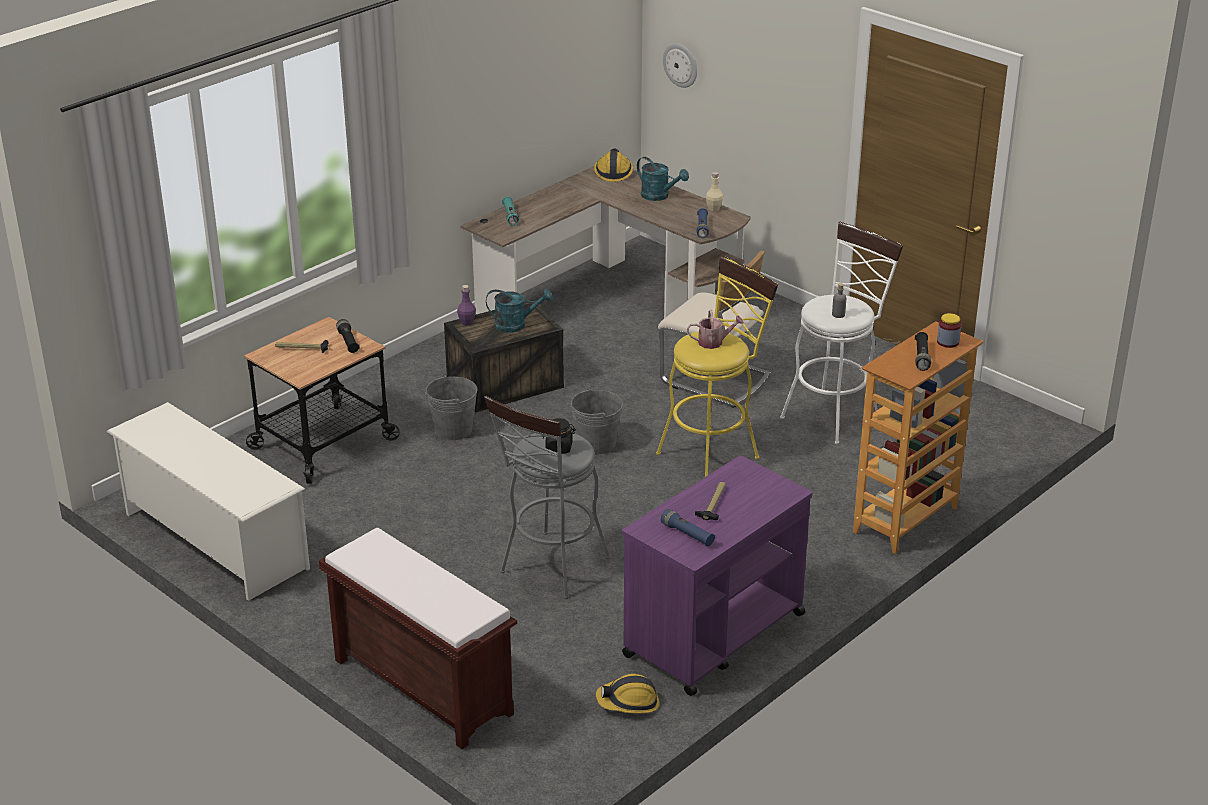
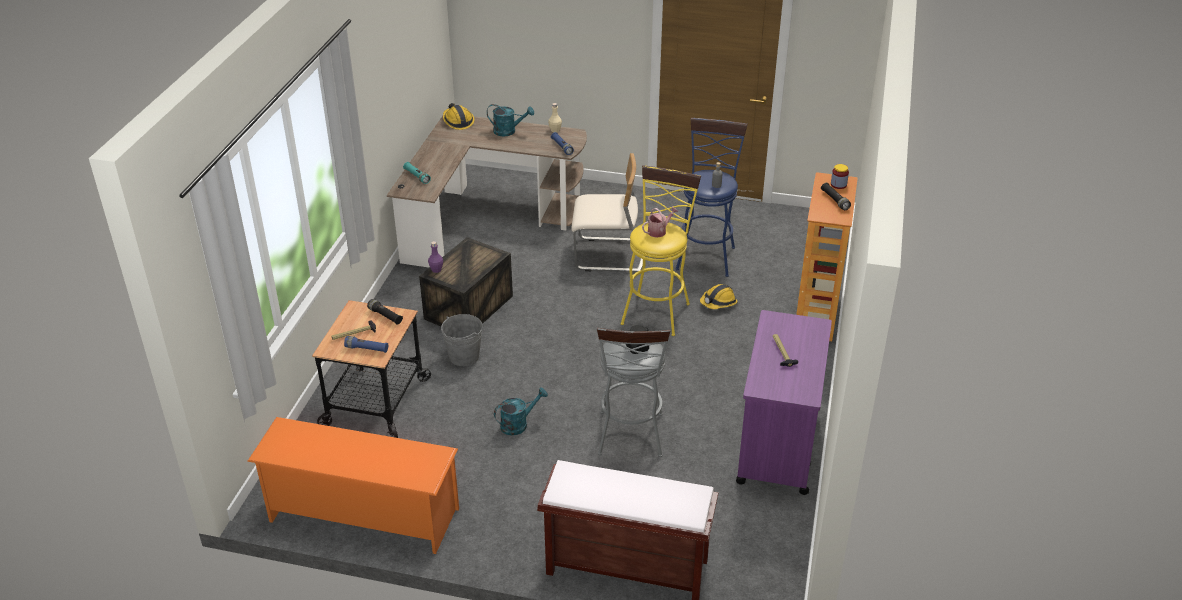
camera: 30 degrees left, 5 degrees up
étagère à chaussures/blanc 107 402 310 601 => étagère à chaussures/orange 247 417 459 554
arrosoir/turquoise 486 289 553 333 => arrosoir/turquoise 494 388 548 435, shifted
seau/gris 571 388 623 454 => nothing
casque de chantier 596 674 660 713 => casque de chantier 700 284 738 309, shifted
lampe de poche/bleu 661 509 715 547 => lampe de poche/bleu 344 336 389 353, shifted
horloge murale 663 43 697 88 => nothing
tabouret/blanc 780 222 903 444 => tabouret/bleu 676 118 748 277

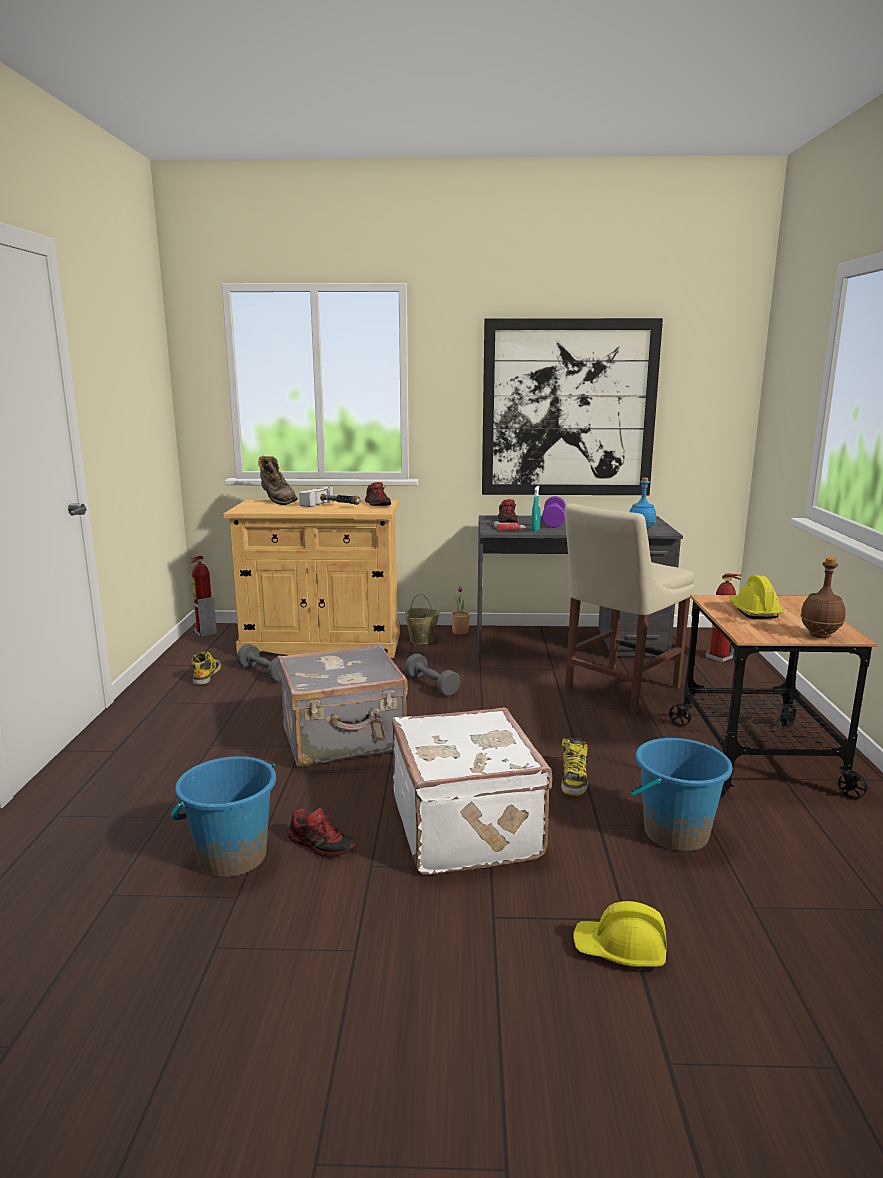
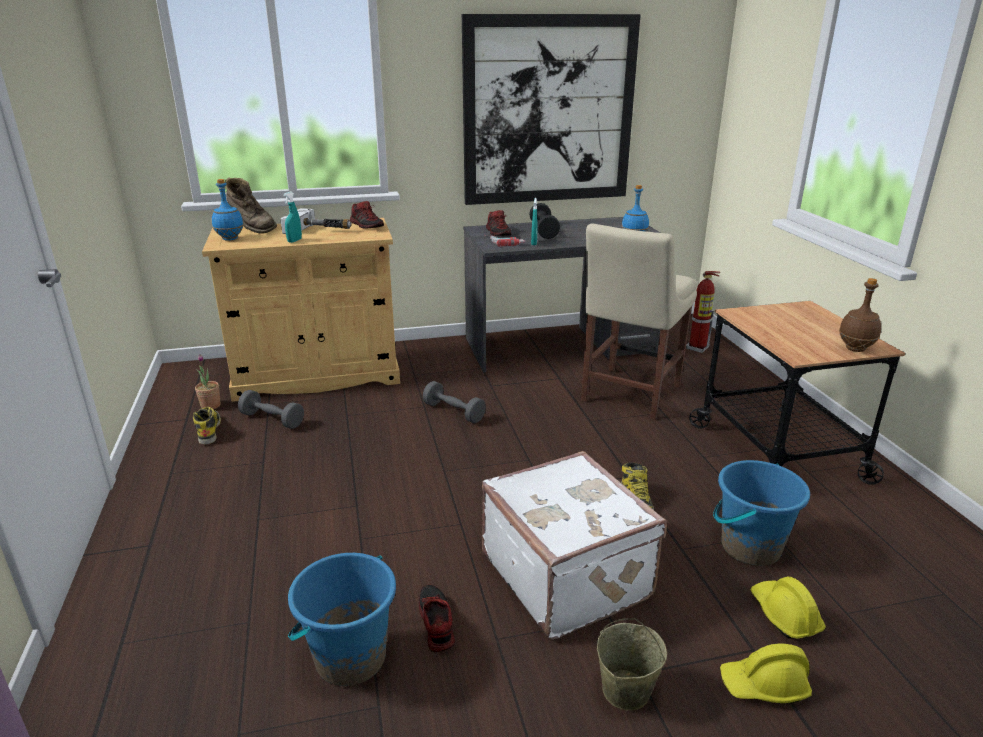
camera: 15 degrees left, 10 degrees up
extincteur 190 556 217 637 => nothing
valise/gris 278 643 408 767 => nothing
chaussure 287 808 356 857 => chaussure 419 584 455 652, 120 degrees counterclockwise
seau/beige 404 594 440 644 => seau/beige 597 618 667 711, shifted
plante en pot 451 586 470 635 => plante en pot 195 354 220 409, shifted
haltère/violet 542 496 566 528 => haltère/noir 529 203 560 239
casque de chantier/jaune 728 575 783 619 => casque de chantier/jaune 750 576 826 639, shifted
nothing => bouteille/bleu 212 179 244 241
nothing => vaporisateur/turquoise 283 192 302 243

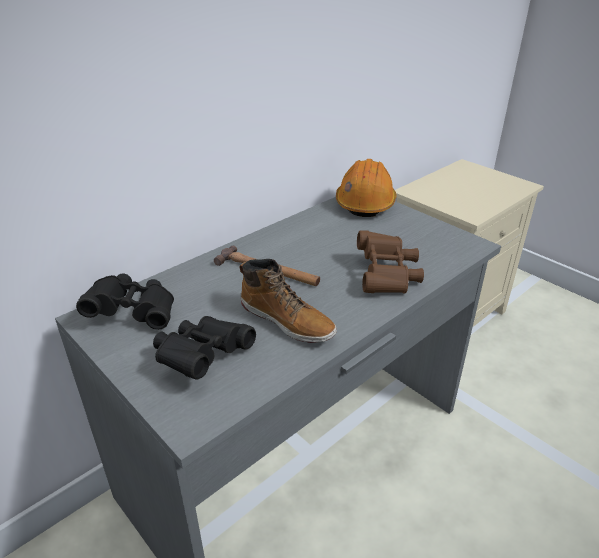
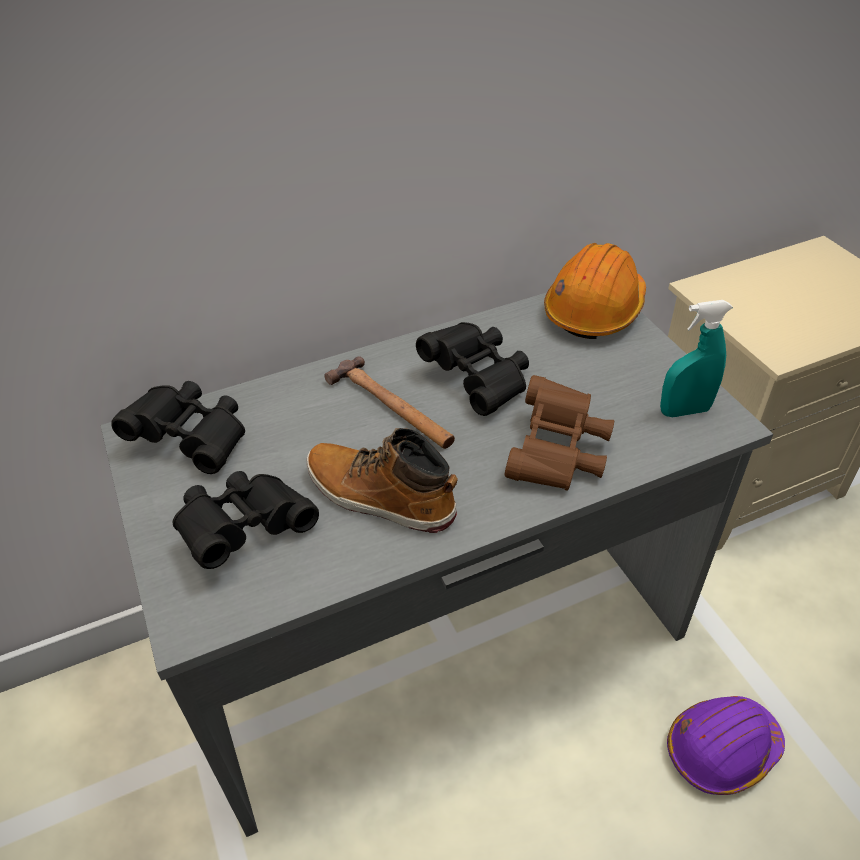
camera: 20 degrees right, 10 degrees up
botte 239 259 337 343 => botte 307 428 458 533, 150 degrees clockwise
nothing => jumelles/noir 416 322 529 416
nothing => vaporisateur/turquoise 660 300 733 417
nothing => casque de chantier/violet 667 696 785 795

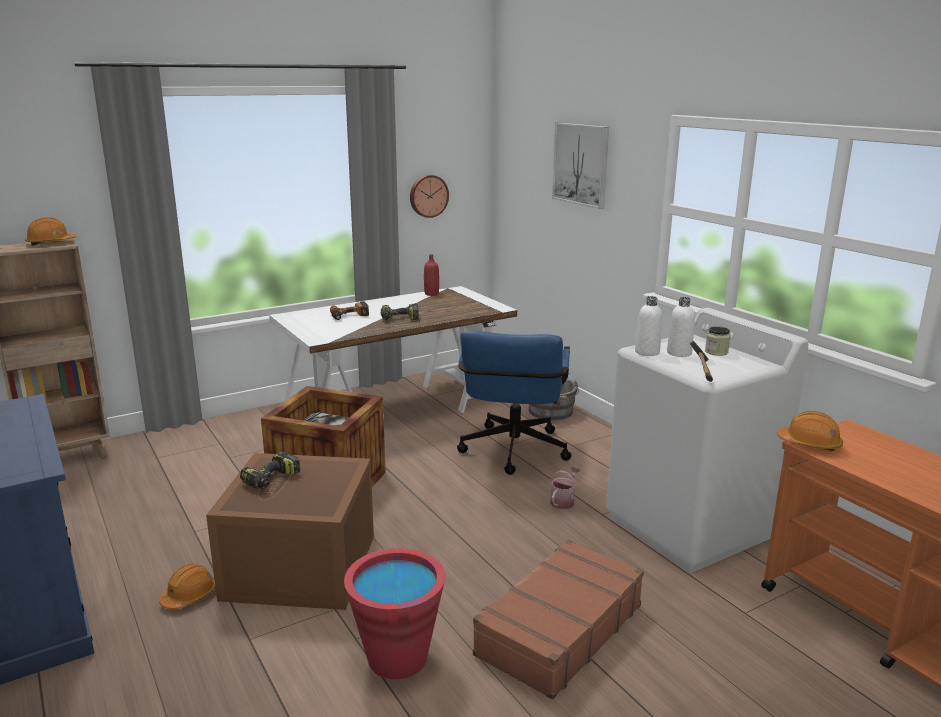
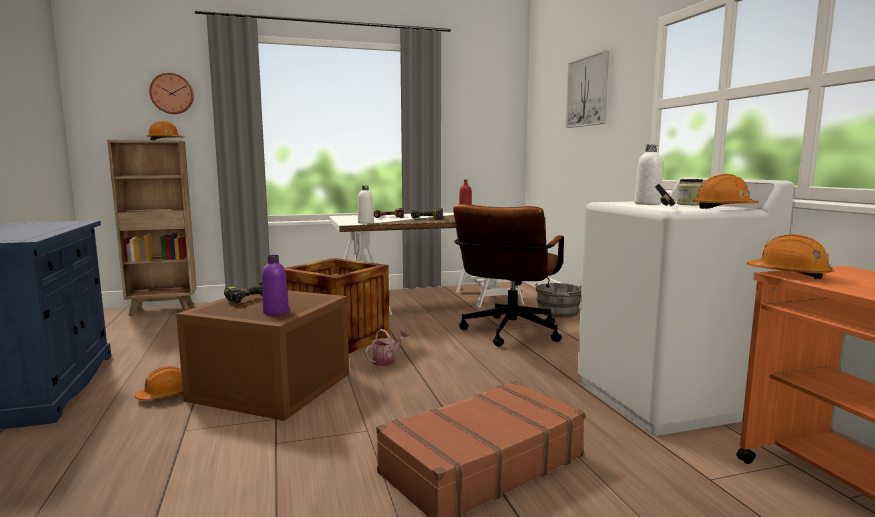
camera: 15 degrees right, 10 degrees down
seau/rouge 344 548 445 679 => nothing
horloge murale 410 175 449 218 => horloge murale 149 73 194 114, shifted
chaise de bureau/bleu 457 331 572 475 => chaise de bureau/marron 453 204 564 347
arrosoir 550 466 580 509 => arrosoir 365 329 408 366, shifted
bouteille/blanc 635 296 662 356 => bouteille/blanc 358 185 374 224, shifted
nothing => bouteille/violet 262 255 289 316
nothing => casque de chantier/orange 693 174 759 209

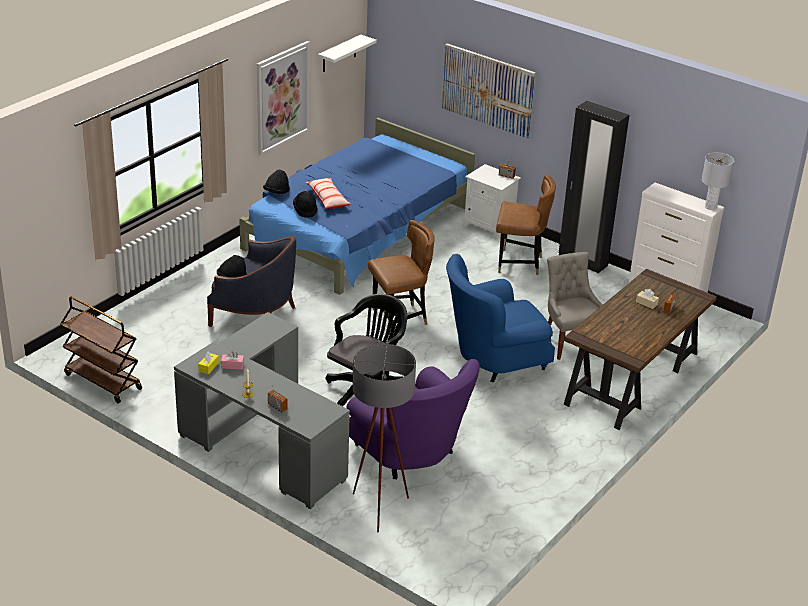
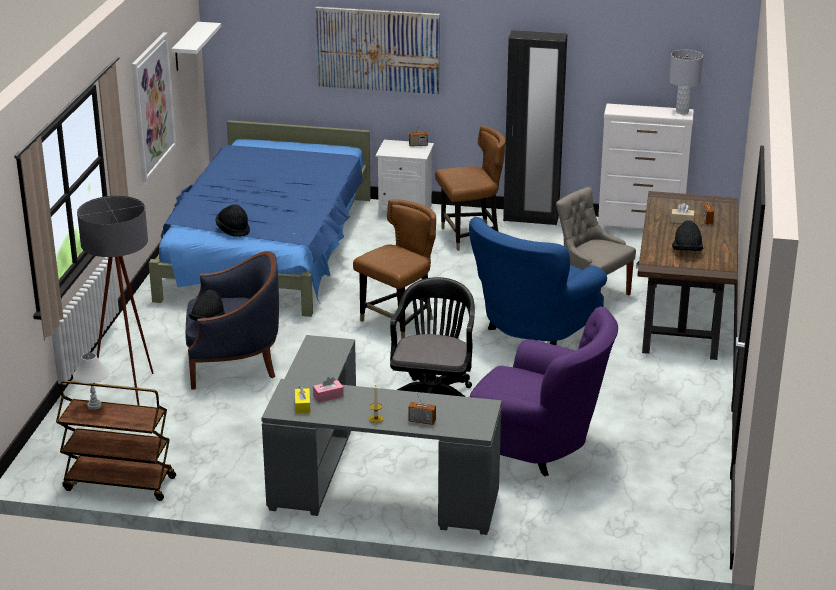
camera: 25 degrees left, 5 degrees down
chapeau/noir 263 170 290 194 => chapeau/noir 672 220 703 251, shifted
coussin 305 178 351 209 => nothing
lampadaire/gris 353 344 416 532 => lampadaire/gris 77 196 154 406, shifted
nothing => lampe de table/blanc 73 353 109 410

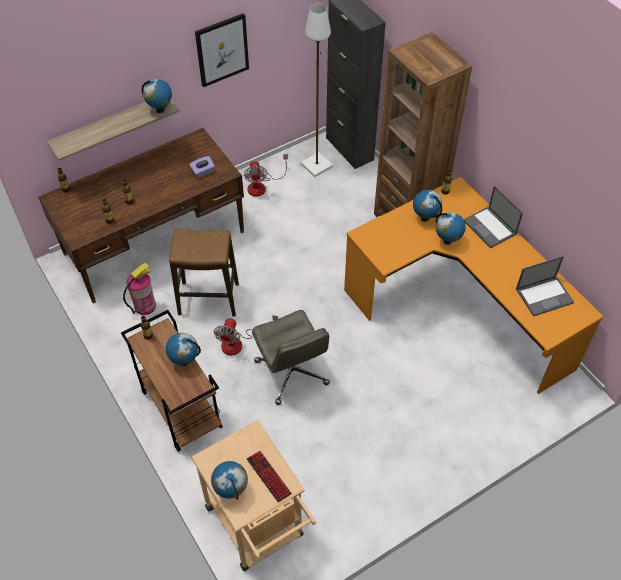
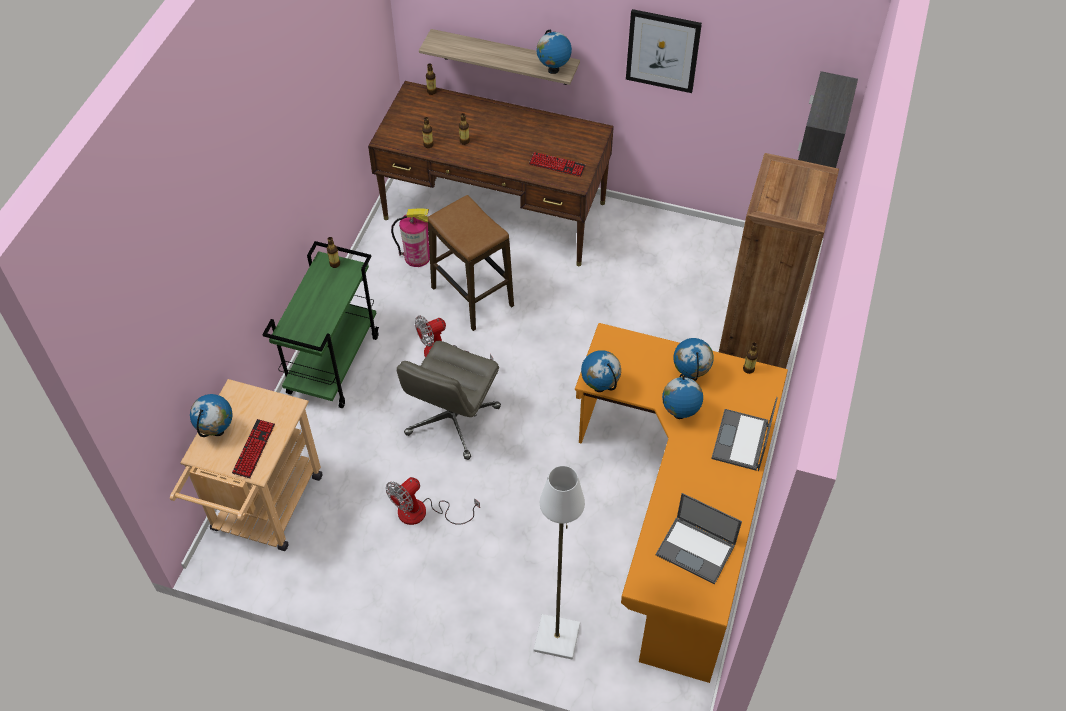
camera: 50 degrees right, 0 degrees up
chariot/marron 121 310 223 452 => chariot/vert 262 241 379 408
globe 166 333 201 366 => globe 581 350 621 392, shifted
boîte à mouchoirs/violet 189 156 215 178 => clavier 529 152 586 177
ventilateur 244 154 288 197 => ventilateur 386 477 480 525, shifted
lampadaire/blanc 301 4 333 177 => lampadaire/blanc 534 466 585 659, shifted

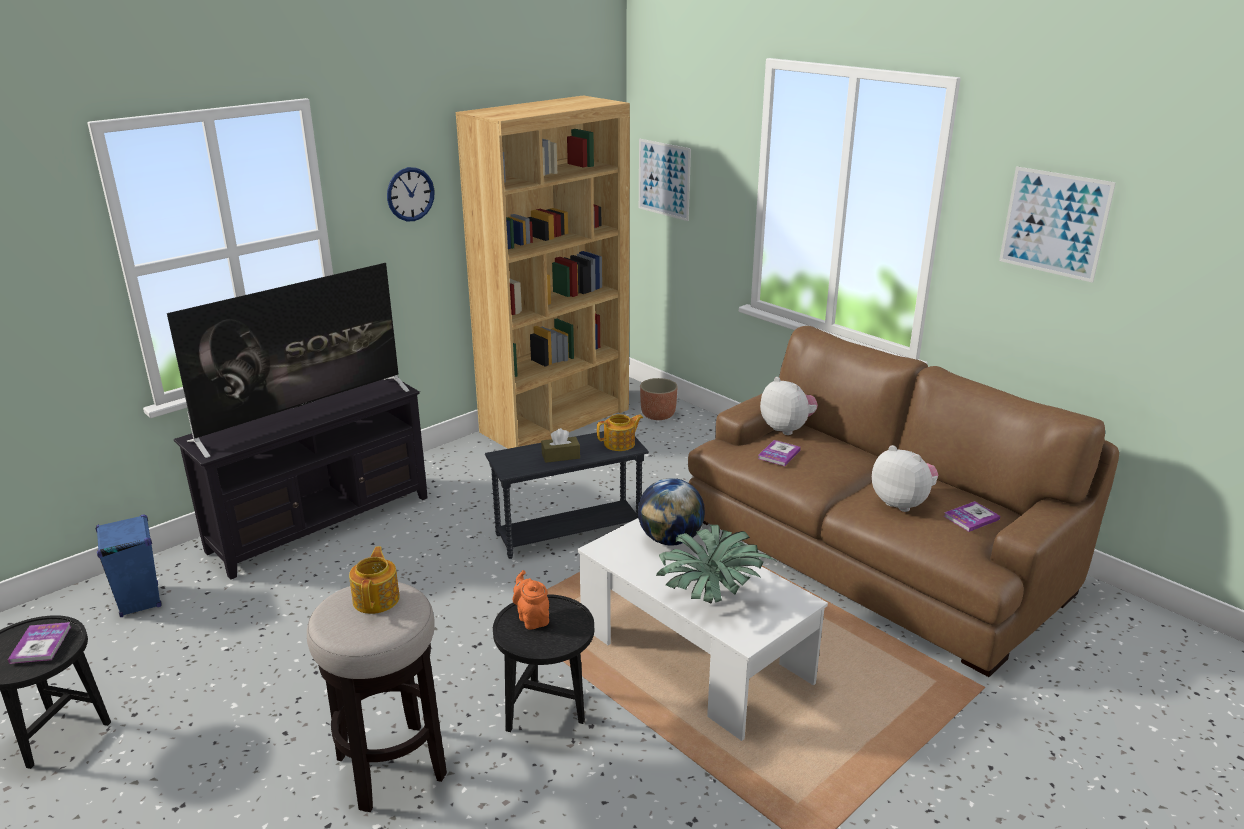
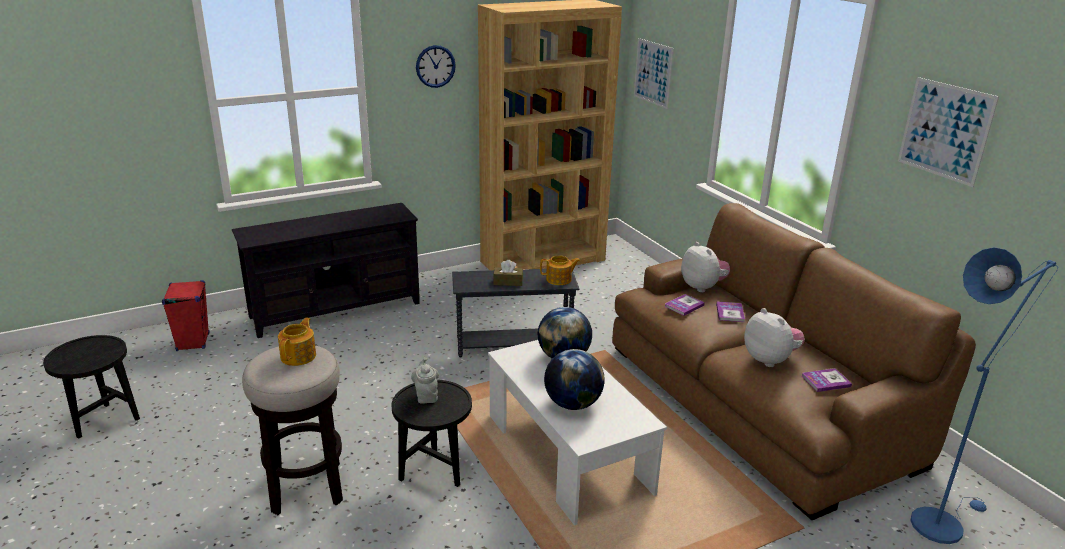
camera: 15 degrees right, 0 degrees up
livre 8 622 71 664 => livre 716 301 745 322, shifted
enceinte/bleu 96 515 162 617 => enceinte/rouge 162 280 209 351
téléviseur 167 263 410 458 => nothing
théière/orange 512 570 549 630 => théière/gris 411 357 439 404
cache-pot 640 378 678 420 => nothing
plante en pot 656 525 778 604 => globe 544 349 605 410
nothing => lampadaire/bleu 910 247 1058 544

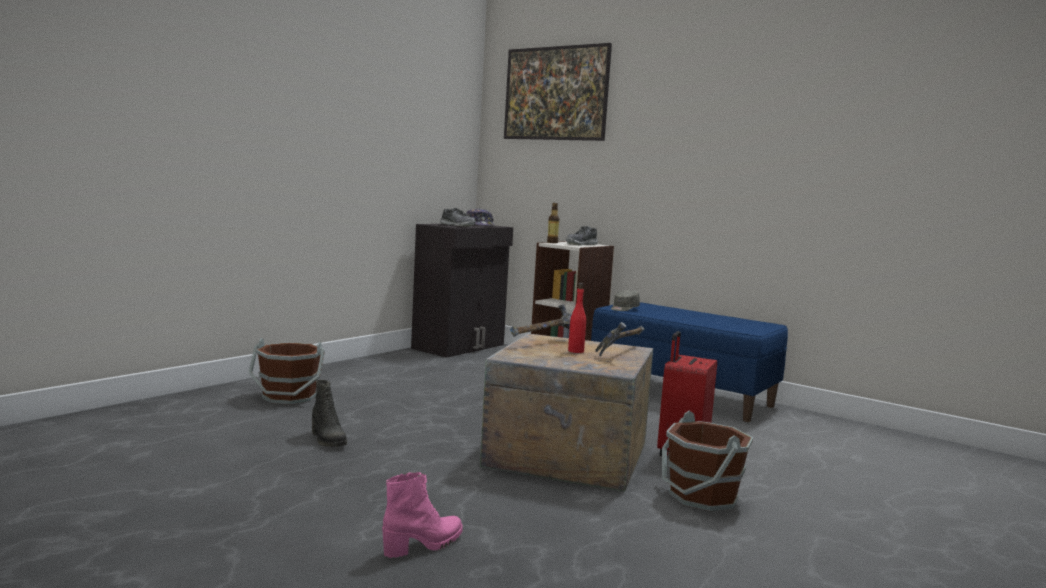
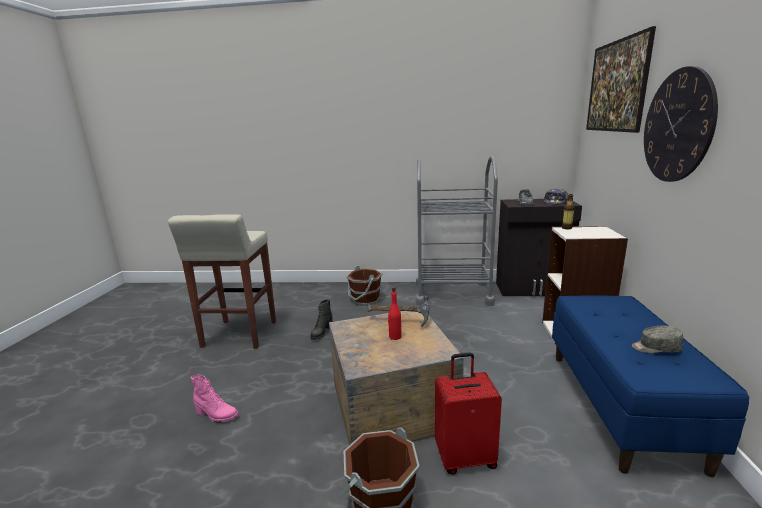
camera: 60 degrees right, 10 degrees up
chaussure 566 226 598 245 => nothing
marteau 595 322 644 356 => nothing
casquette/gris 611 290 640 311 => casquette/gris 632 326 683 353, shifted
nothing => tabouret/beige 168 214 276 349
nothing => chariot/gris 416 156 498 306
nothing => horloge murale 644 66 718 182

